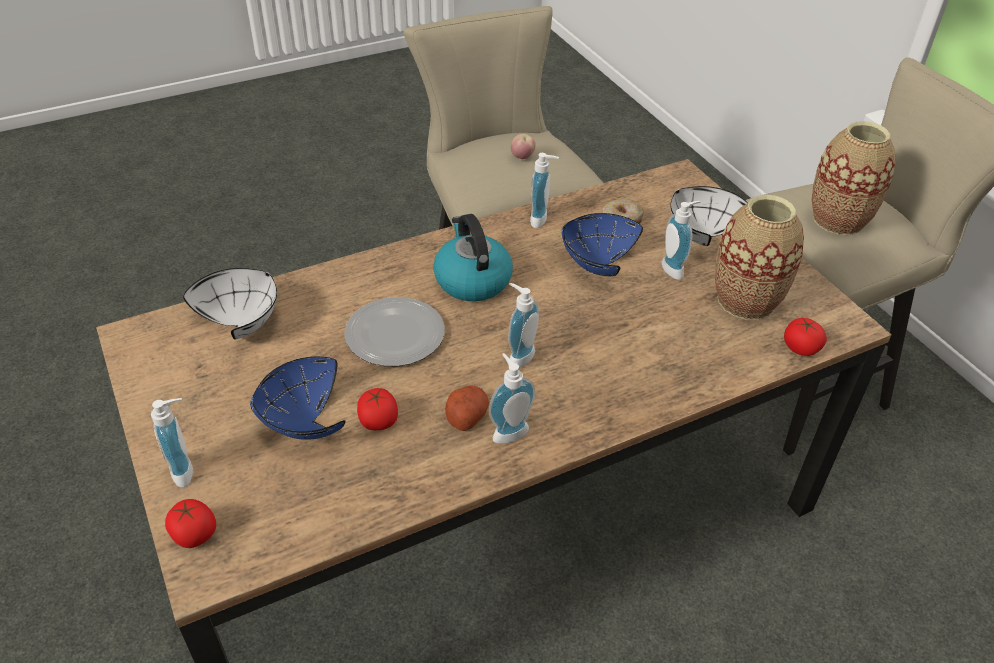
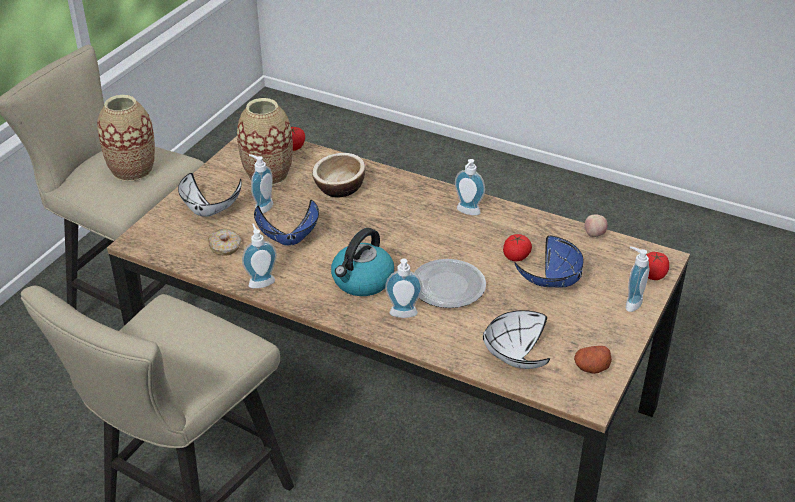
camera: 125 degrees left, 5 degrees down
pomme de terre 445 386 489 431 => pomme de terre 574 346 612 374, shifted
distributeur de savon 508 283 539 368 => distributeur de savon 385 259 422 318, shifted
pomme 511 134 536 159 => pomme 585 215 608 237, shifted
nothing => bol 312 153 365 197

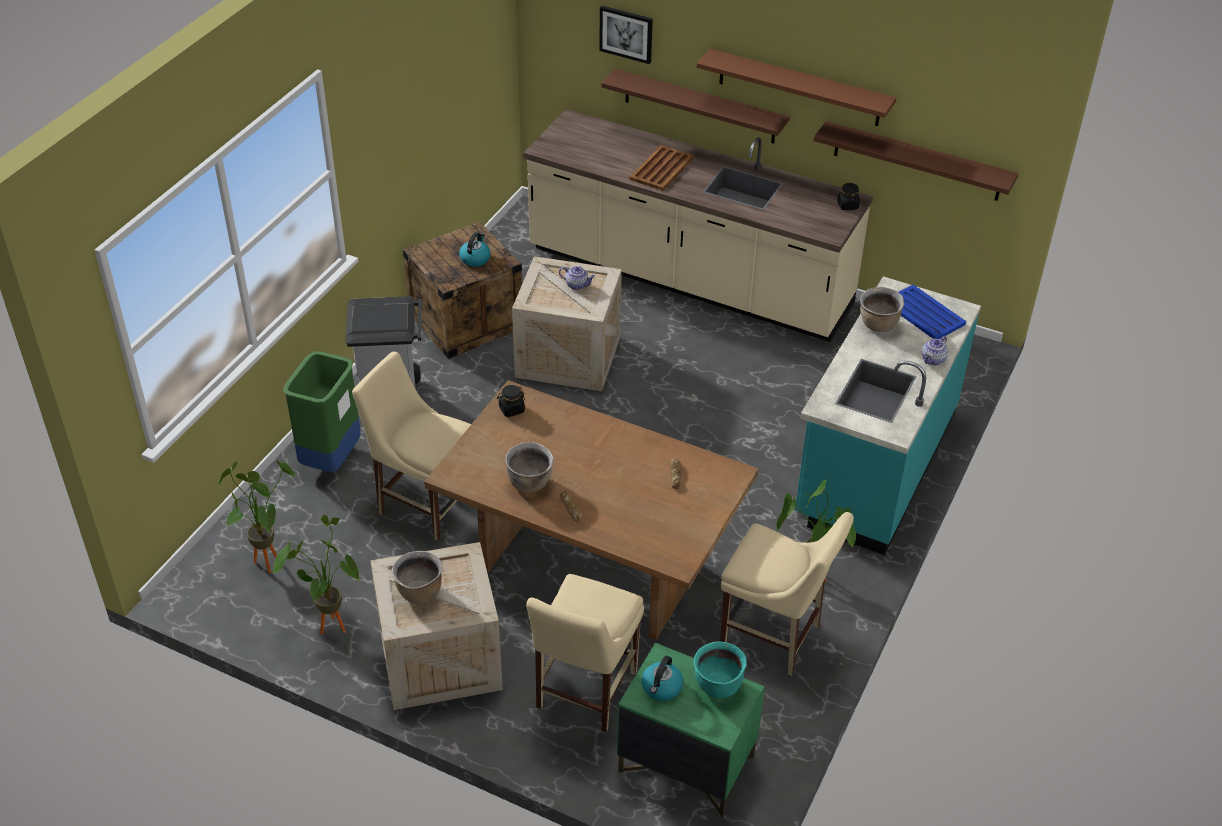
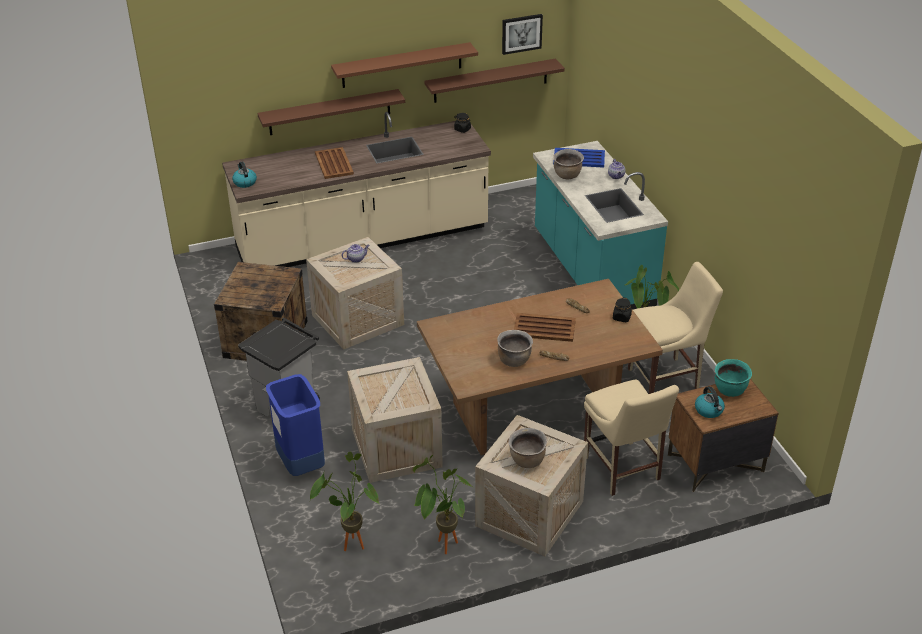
camera: 45 degrees left, 5 degrees down
poubelle/vert 283 351 361 472 => poubelle/bleu 266 374 325 476
chaise/beige 352 352 471 541 => caisse 347 357 443 483
bouilloire 459 232 491 267 => bouilloire 232 161 257 188, shifted
bocal/noir 497 385 525 417 => bocal/noir 613 297 632 322, shifted
tableau 599 6 653 64 => tableau 502 14 543 55, shifted
table de chevet/vert 617 643 765 817 => table de chevet/marron 668 379 779 492
nothing => plateau/marron 514 313 576 342

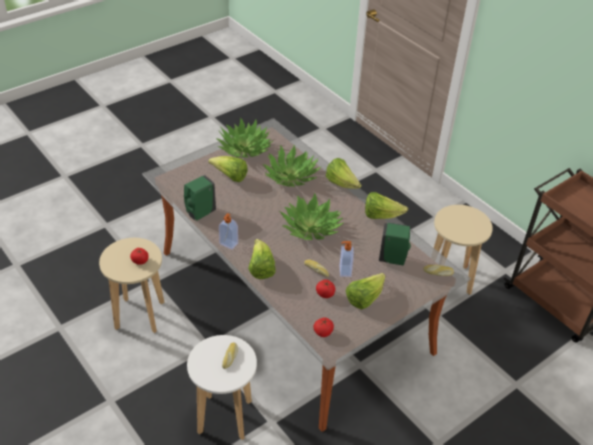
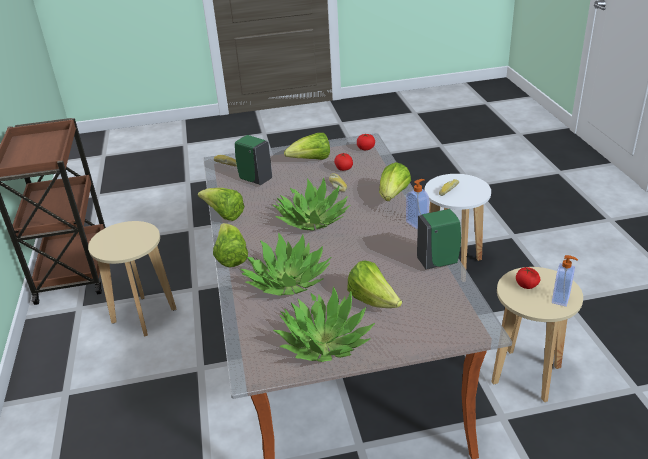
camera: 150 degrees left, 10 degrees down
distributeur de savon 340 241 354 277 => distributeur de savon 552 255 578 307, shifted

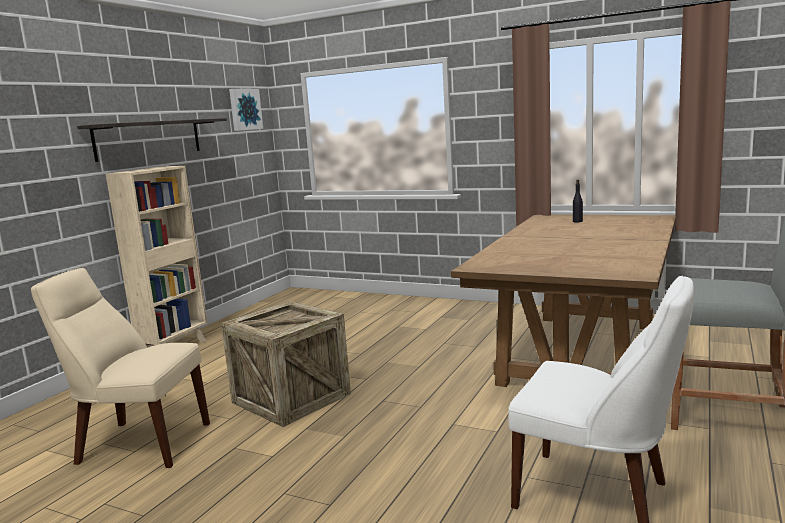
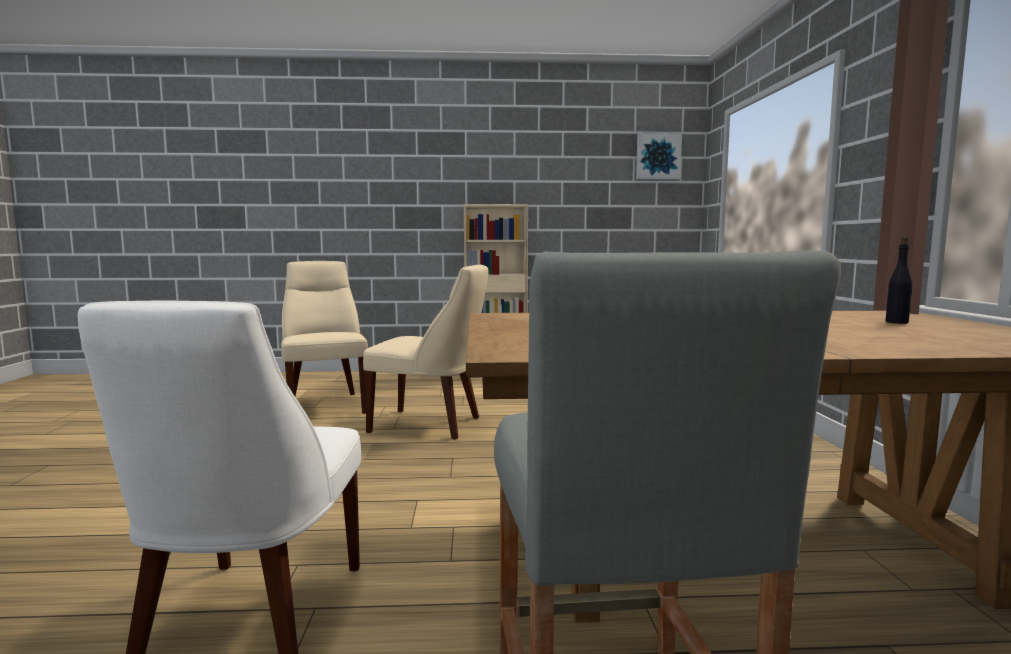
camera: 60 degrees right, 5 degrees down
étagère 77 118 227 162 => nothing
caisse 221 301 351 427 => chaise/beige 363 265 489 439

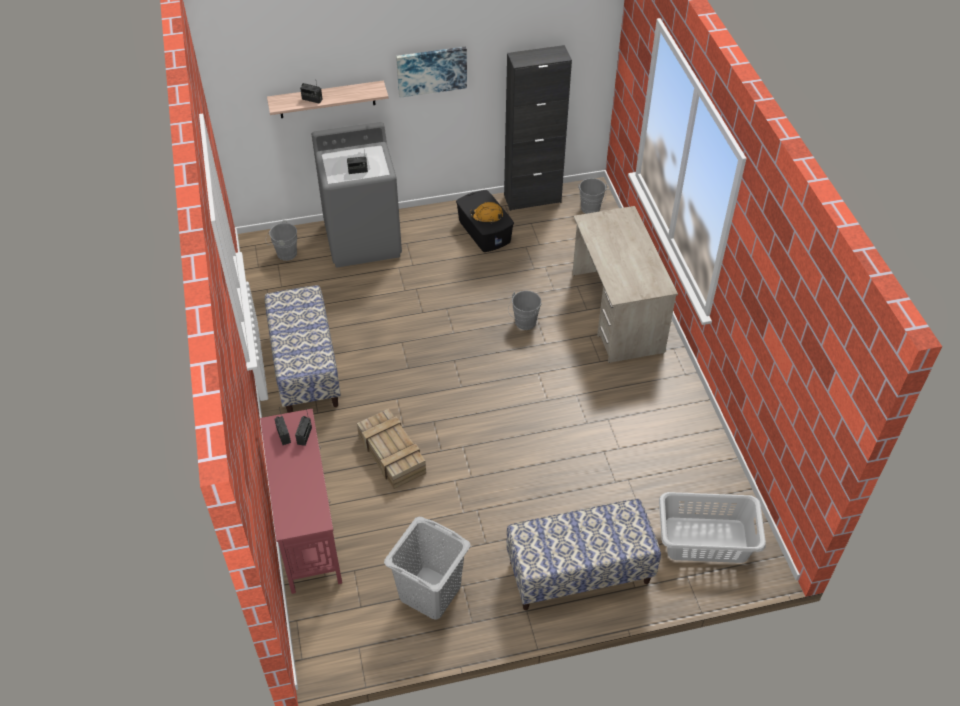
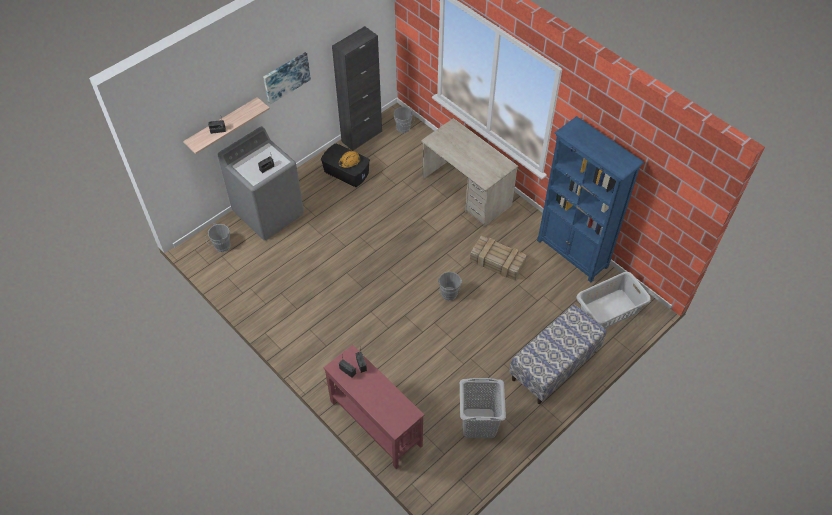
camera: 30 degrees left, 5 degrees up
banc 265 285 341 413 => nothing
caisse 357 409 426 489 => caisse 470 236 527 281, shifted
seau/gris 508 290 541 330 => seau/gris 438 272 462 301, shifted
nothing => bibliothèque/bleu 537 116 644 282

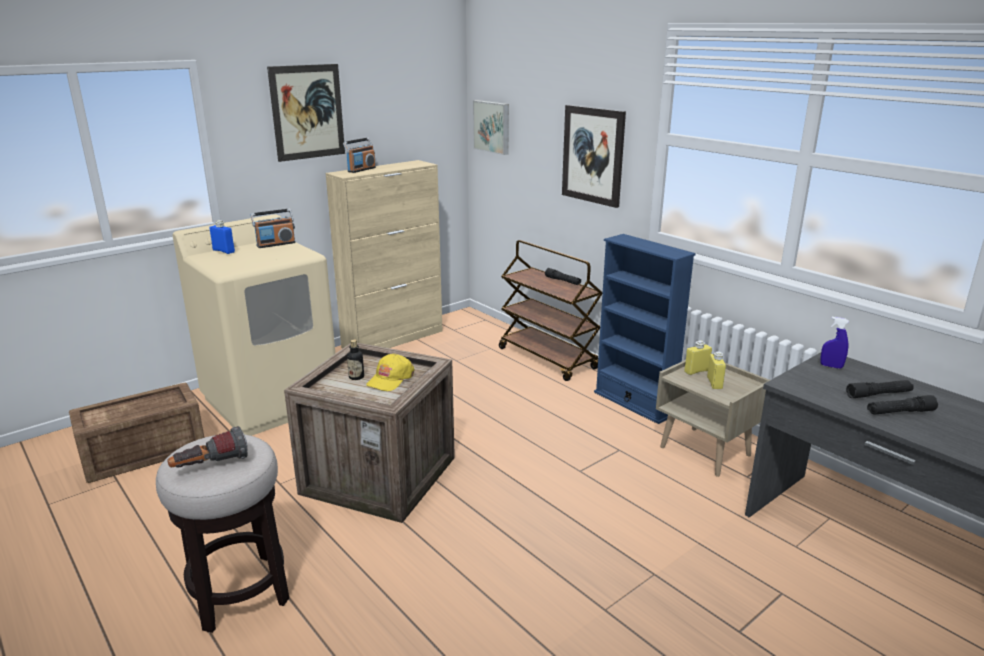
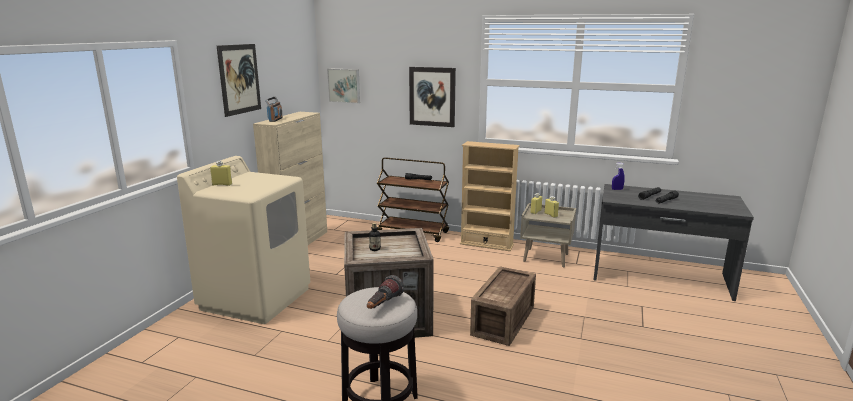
camera: 30 degrees left, 5 degrees down
caisse 69 383 204 483 => caisse 470 266 536 346, shifted
bouteille/bleu 209 220 235 254 => bouteille/jaune 210 161 232 186
radio 251 209 296 248 => nothing
casquette/jaune 366 354 415 391 => nothing
bibliothèque/bleu 594 234 696 424 => bibliothèque/beige 460 141 520 251

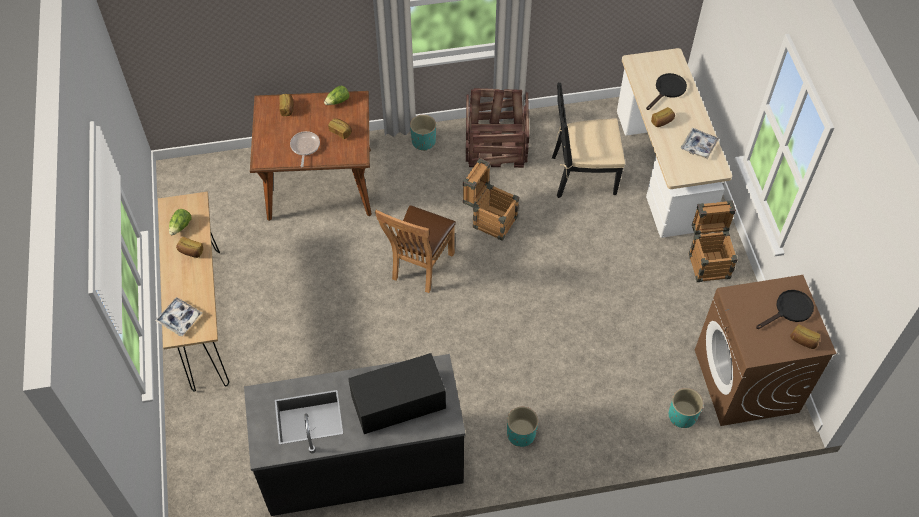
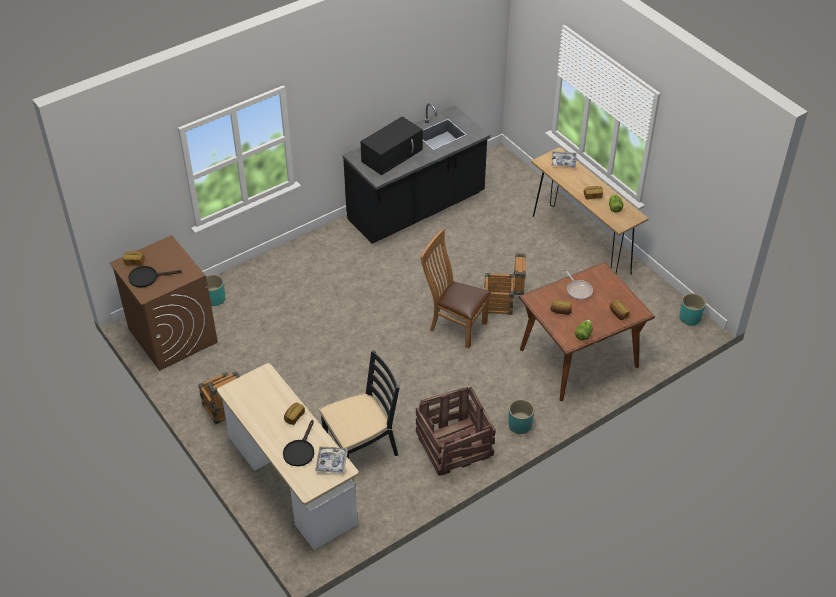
camera: 155 degrees right, 10 degrees down
chaise/marron 375 205 456 293 => chaise/marron 420 228 491 348, 60 degrees counterclockwise
caisse 463 158 519 241 => caisse 484 253 526 315, shifted
cache-pot/turquoise 507 407 538 447 => cache-pot/turquoise 679 293 706 326, shifted
plateau 681 128 719 159 => plateau 315 446 348 473, shifted
poêle/noir 756 290 814 329 => poêle/noir 128 266 182 288, 45 degrees clockwise

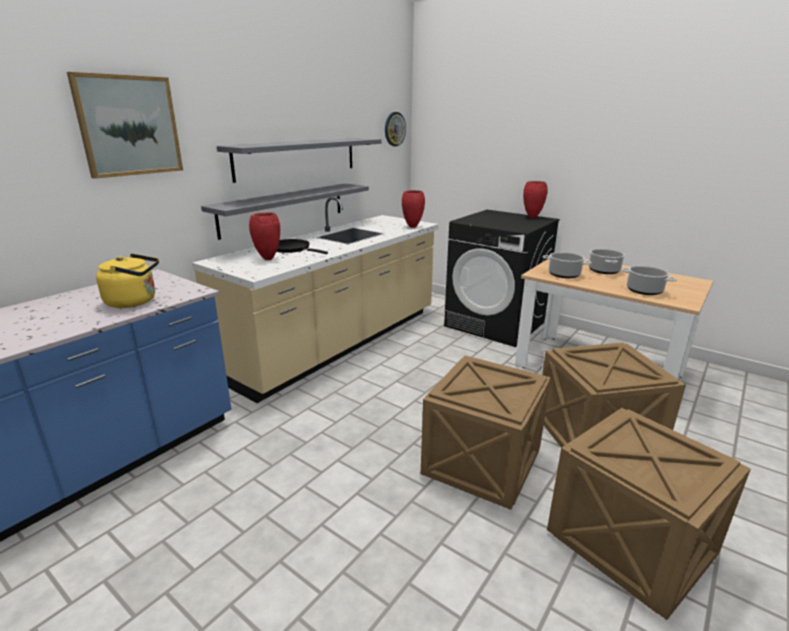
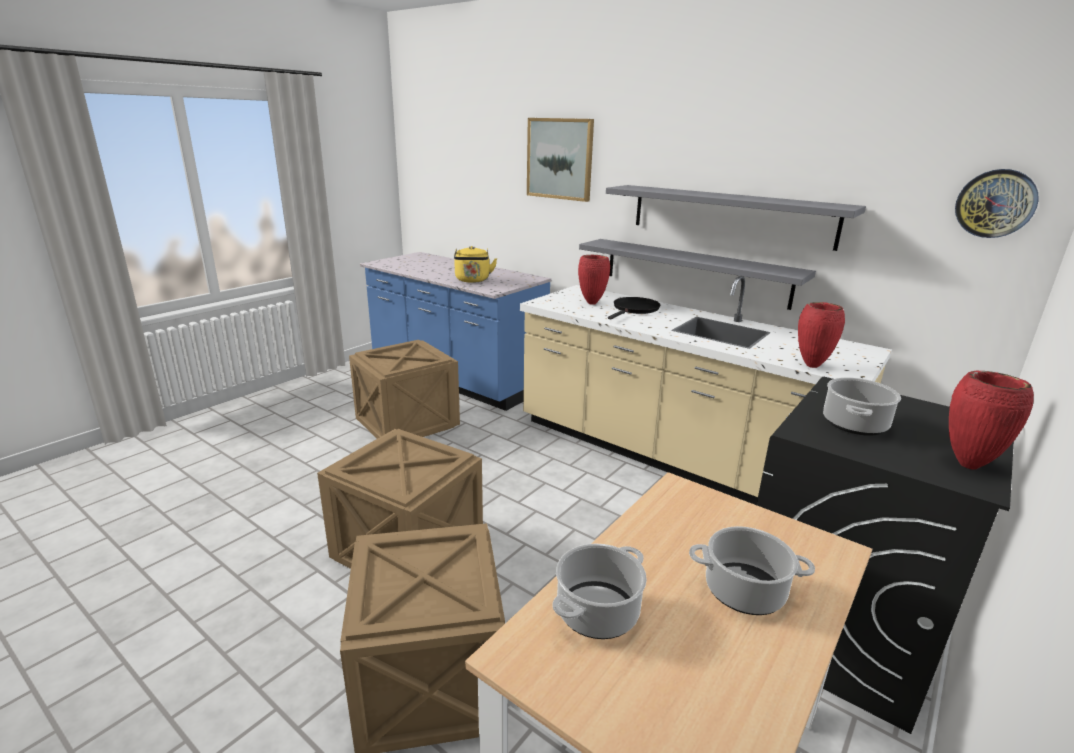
camera: 90 degrees right, 0 degrees up
marmite 543 252 592 278 => marmite 823 377 901 436, shifted
caisse 547 408 751 620 => caisse 349 340 460 439, shifted

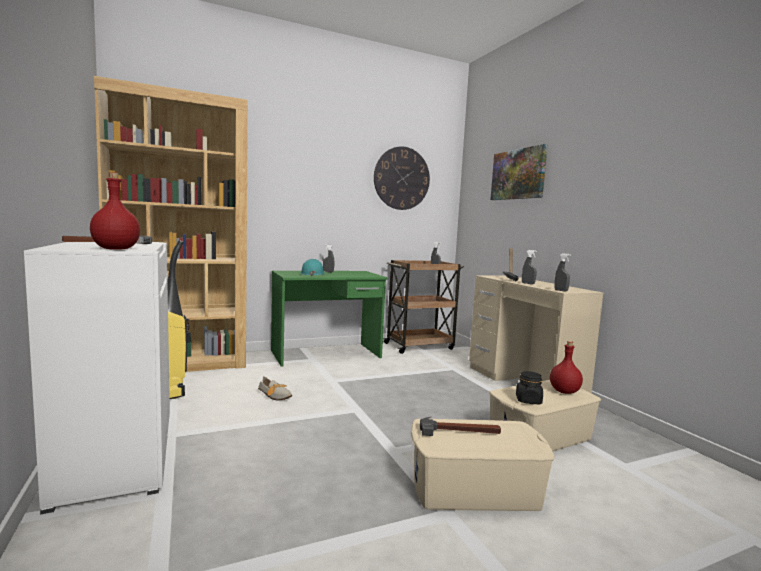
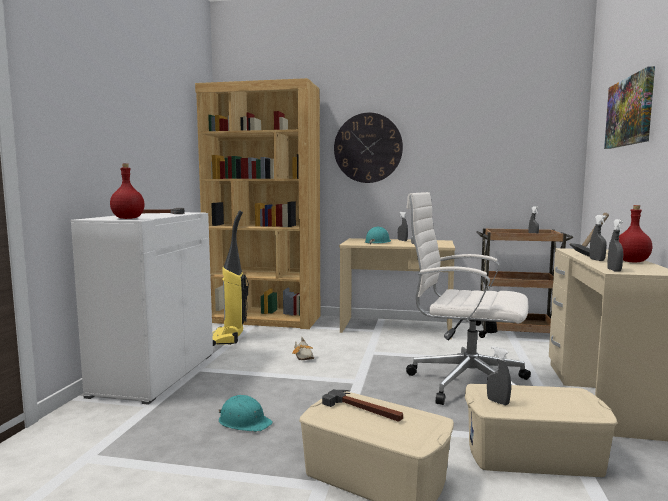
camera: 35 degrees right, 0 degrees up
bureau/vert 271 271 388 367 => bureau/beige 339 238 455 339
horloge murale 374 146 430 210 => horloge murale 334 113 403 183, shifted
bocal/noir 516 371 543 404 => vaporisateur/gris 487 346 511 405
bouteille/rouge 550 341 583 394 => bouteille/rouge 619 205 652 262, shifted
nothing => casque de chantier/turquoise 219 395 273 432
nothing => chaise de bureau/blanc 406 192 531 405

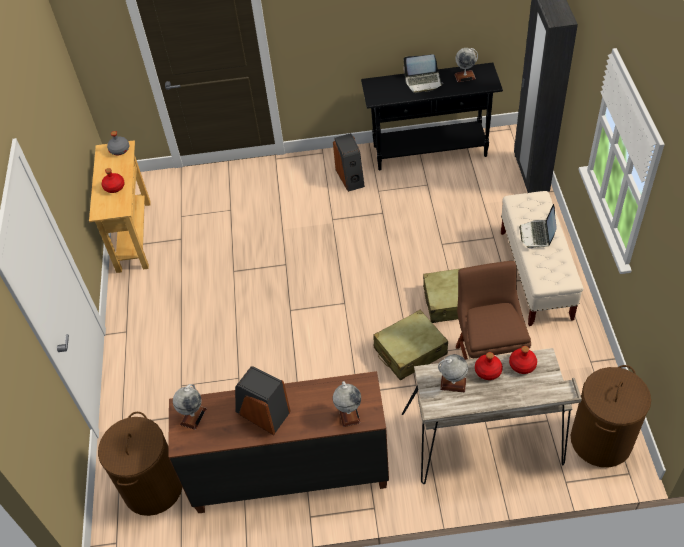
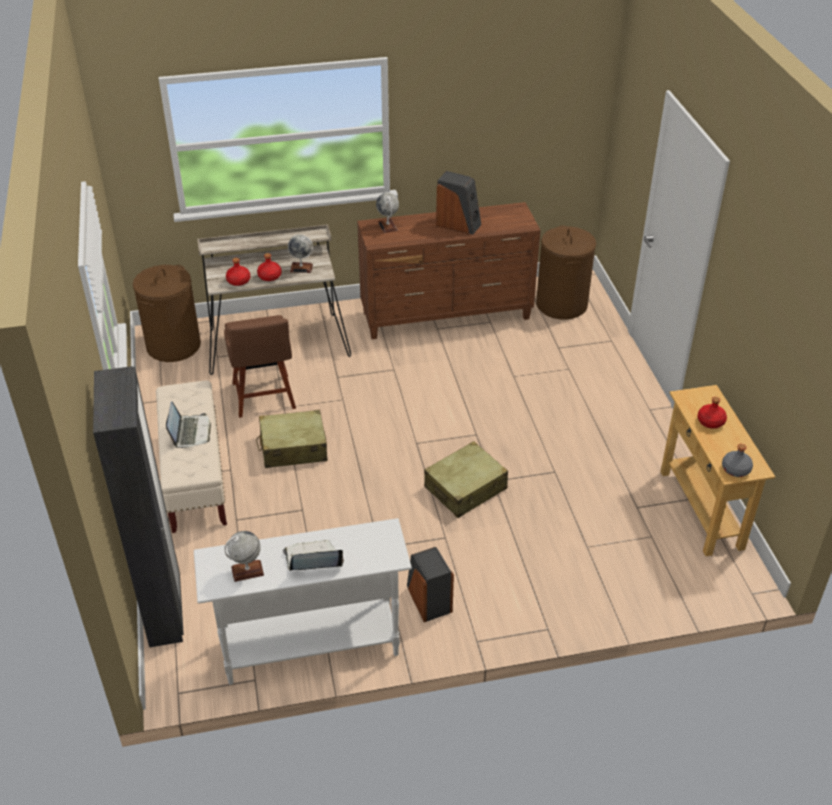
camera: 170 degrees right, 10 degrees down
globe 173 384 207 430 => nothing
table console/noir 361 62 503 170 => table console/blanc 194 518 412 685
valise/beige 373 310 448 381 => valise/beige 424 441 508 518, shifted

